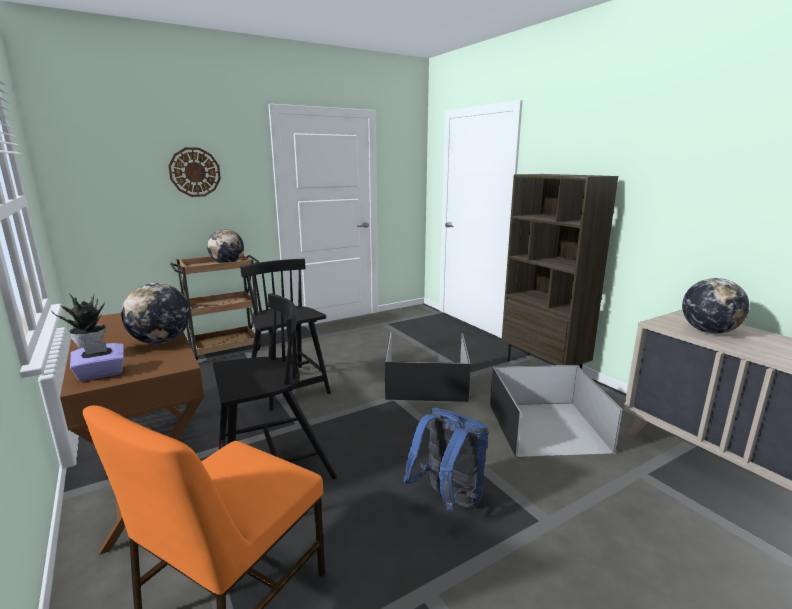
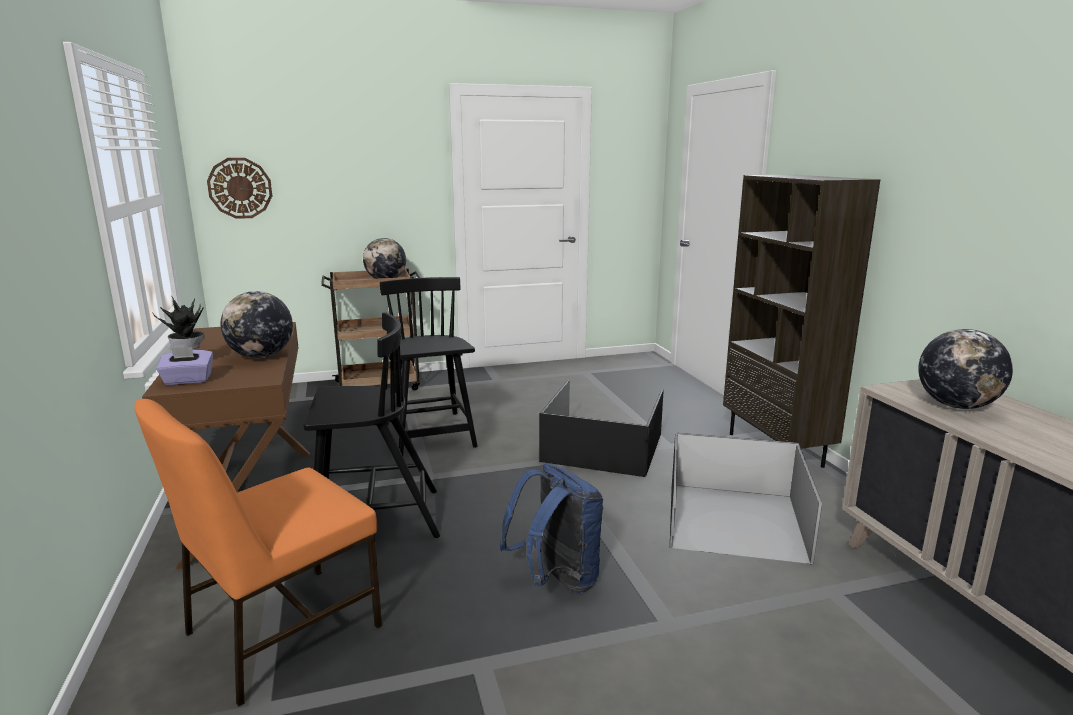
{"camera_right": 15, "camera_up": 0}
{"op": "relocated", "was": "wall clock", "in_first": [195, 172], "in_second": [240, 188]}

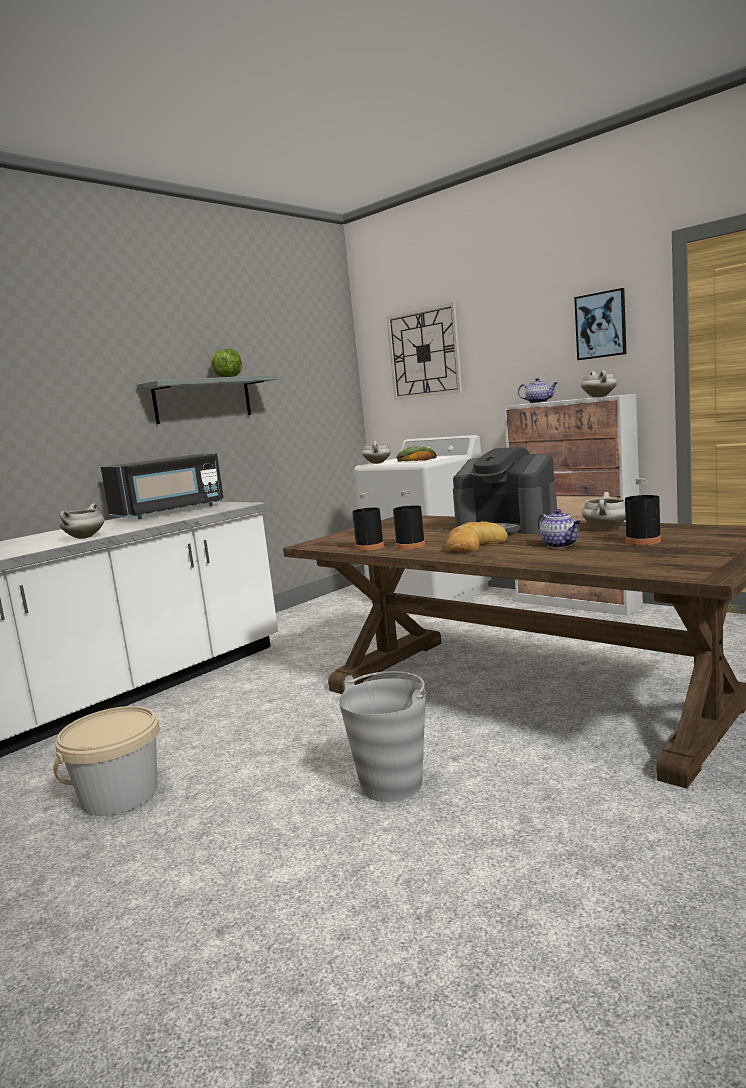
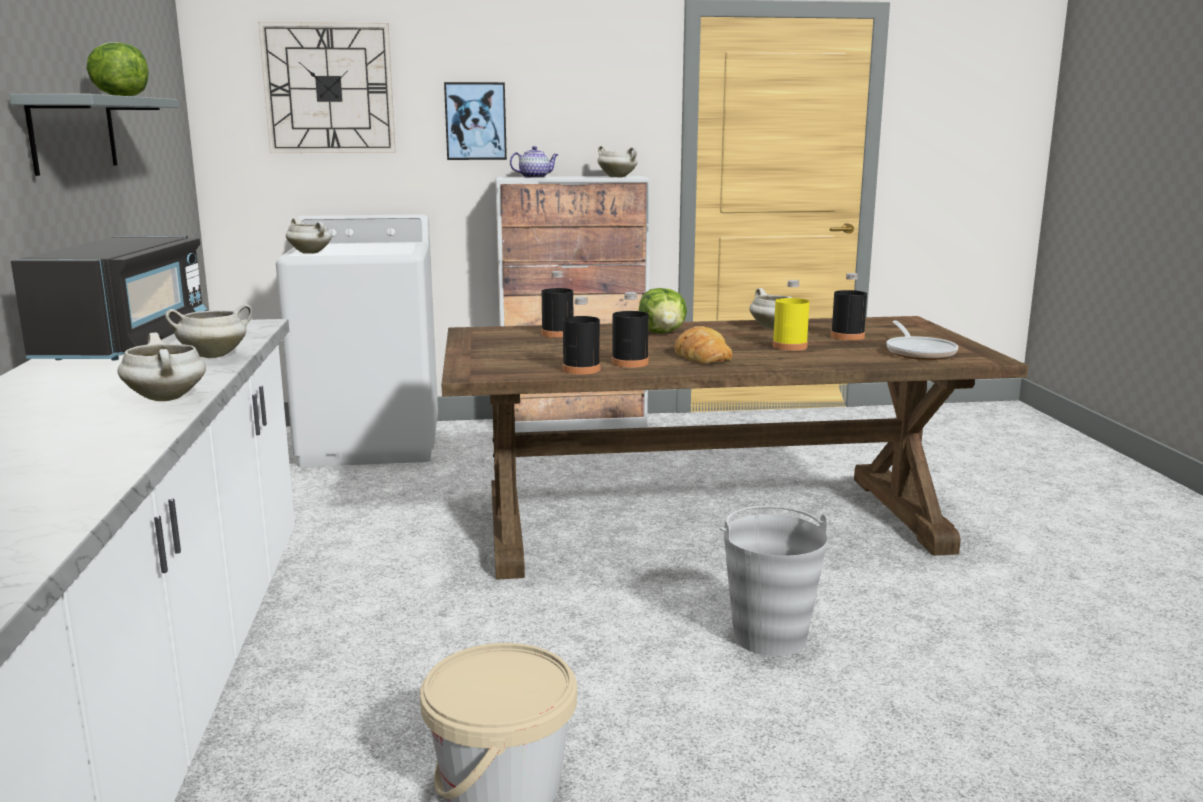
{"camera_right": -50, "camera_up": 5}
{"op": "missing", "was": "bread", "in_first": [416, 460]}
{"op": "exchanged", "was": "coffee machine", "now": "lettuce", "in_first": [507, 527], "in_second": [663, 333]}
{"op": "exchanged", "was": "teapot", "now": "yellow bottle", "in_first": [561, 545], "in_second": [789, 346]}
{"op": "relocated", "was": "picture", "in_first": [601, 325], "in_second": [475, 121]}
{"op": "appeared", "now": "white cooking pot", "in_second": [214, 355]}
{"op": "appeared", "now": "black bottle", "in_second": [557, 334]}
{"op": "appeared", "now": "frying pan", "in_second": [919, 352]}

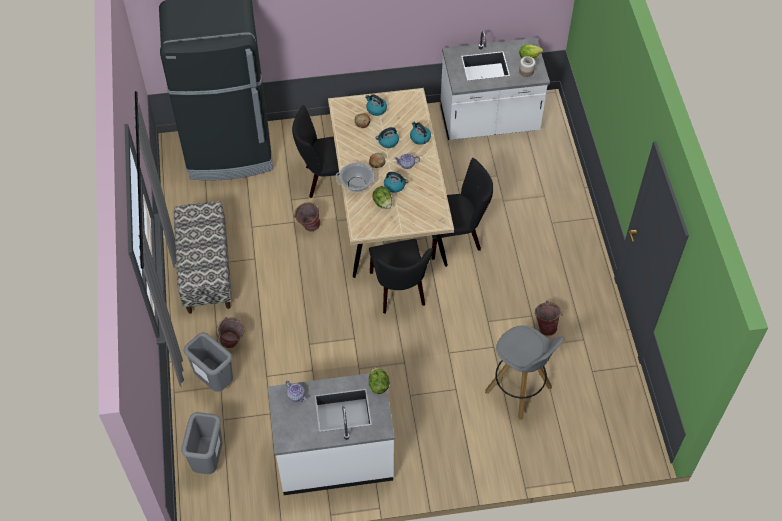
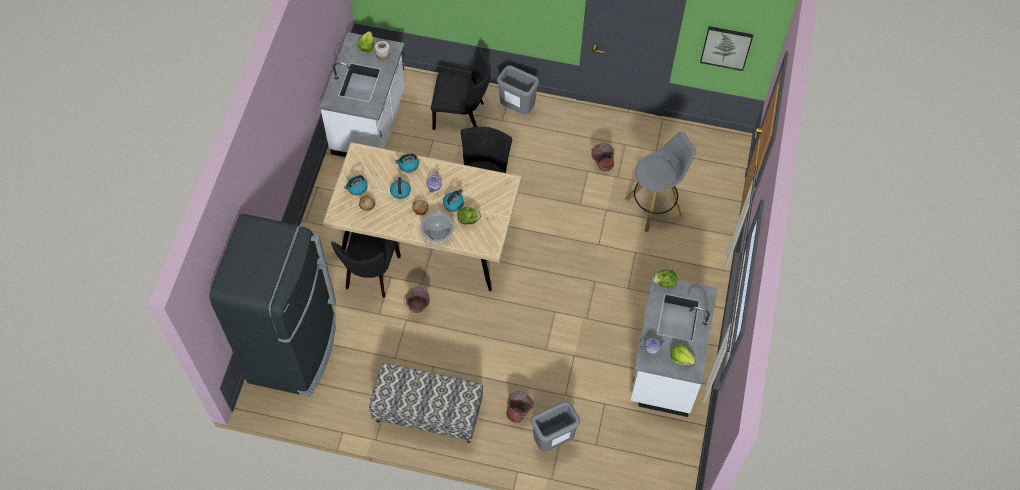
{"camera_right": -70, "camera_up": 5}
{"op": "relocated", "was": "grey trash can", "in_first": [208, 460], "in_second": [516, 109]}
{"op": "relocated", "was": "black chair", "in_first": [399, 291], "in_second": [462, 115]}
{"op": "appeared", "now": "lettuce", "in_second": [681, 358]}
{"op": "appeared", "now": "picture", "in_second": [726, 47]}

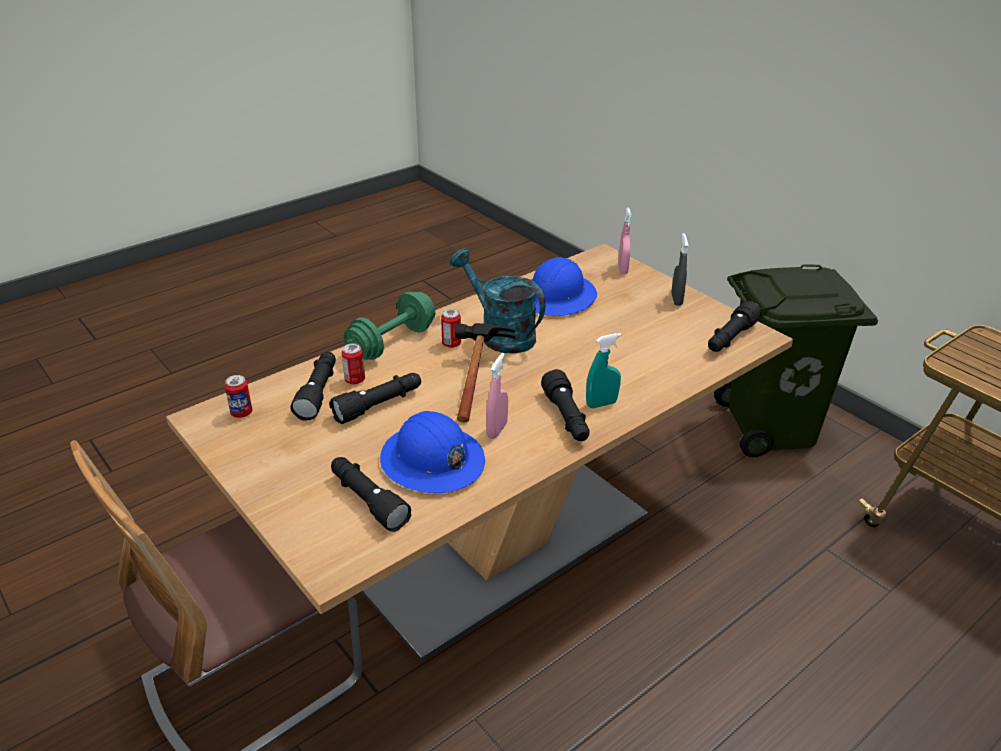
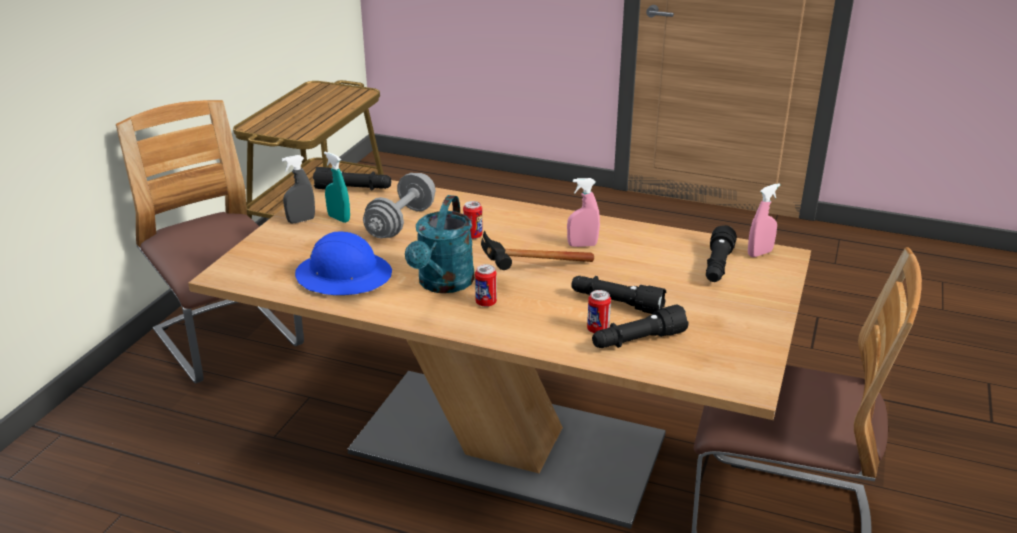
{"camera_right": -120, "camera_up": -5}
{"op": "relocated", "was": "can", "in_first": [241, 413], "in_second": [473, 236]}
{"op": "missing", "was": "green dumbbell", "in_first": [392, 343]}
{"op": "missing", "was": "blue hard hat", "in_first": [432, 461]}
{"op": "missing", "was": "black flashlight", "in_first": [566, 418]}
{"op": "relocated", "was": "turquoise spray bottle", "in_first": [601, 404], "in_second": [339, 218]}
{"op": "relocated", "was": "pink spray bottle", "in_first": [622, 269], "in_second": [760, 253]}
{"op": "exchanged", "was": "green trash can", "now": "chair", "in_first": [771, 428], "in_second": [228, 341]}
{"op": "appeared", "now": "grey dumbbell", "in_second": [401, 222]}

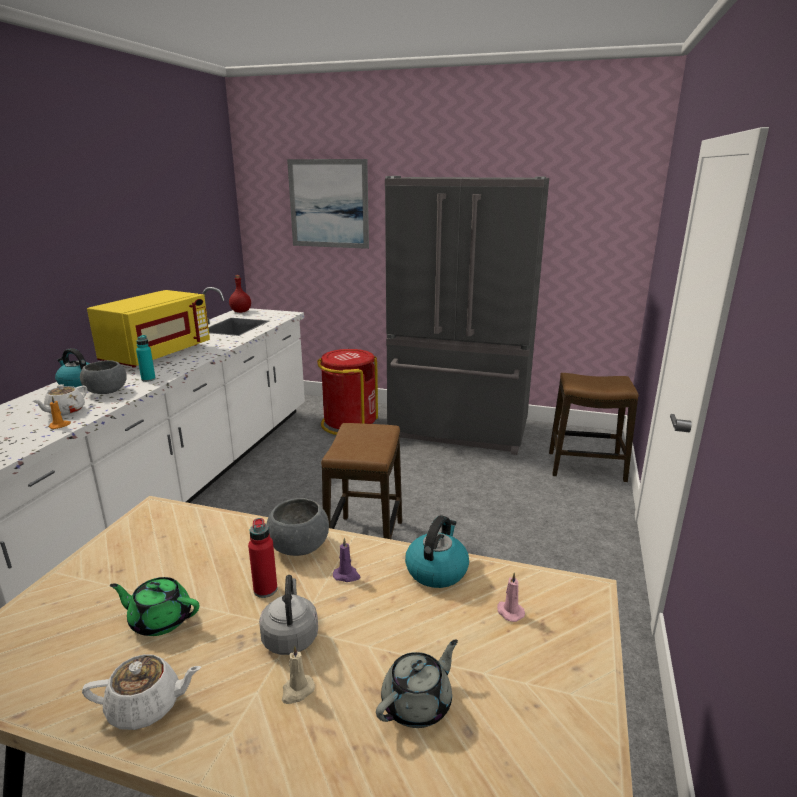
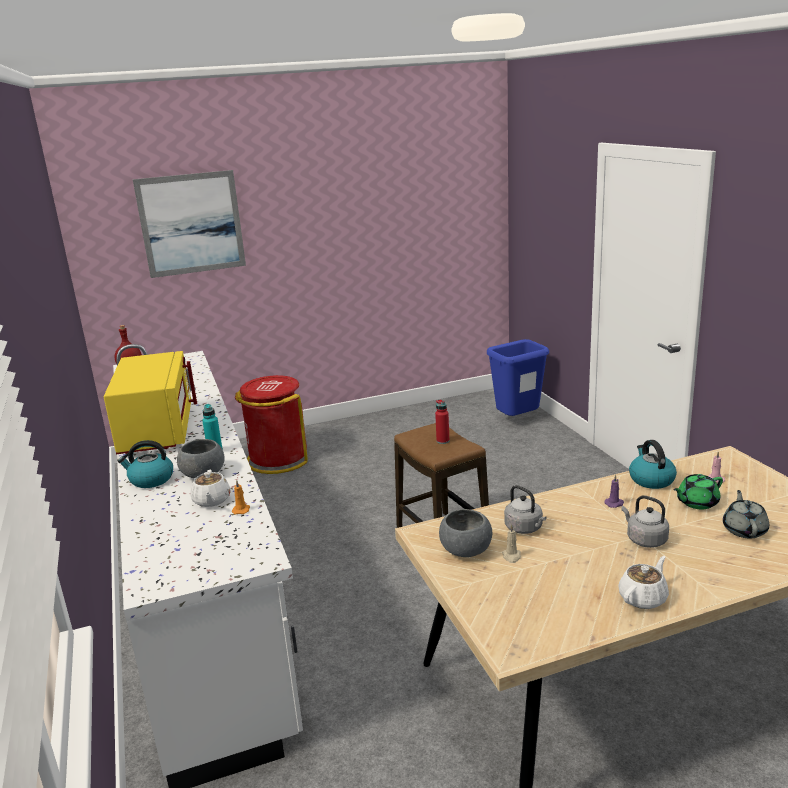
{"camera_right": -35, "camera_up": 0}
{"op": "relocated", "was": "green teapot", "in_first": [160, 620], "in_second": [696, 503]}
{"op": "relocated", "was": "red bottle", "in_first": [265, 590], "in_second": [443, 441]}
{"op": "relocated", "was": "grey bowl", "in_first": [299, 546], "in_second": [465, 550]}
{"op": "relocated", "was": "beige candle", "in_first": [297, 691], "in_second": [511, 556]}
{"op": "missing", "was": "grey fridge", "in_first": [458, 431]}
{"op": "exchanged", "was": "stool", "now": "blue trash can", "in_first": [586, 467], "in_second": [518, 421]}
{"op": "appeared", "now": "grey kettle", "in_second": [525, 528]}

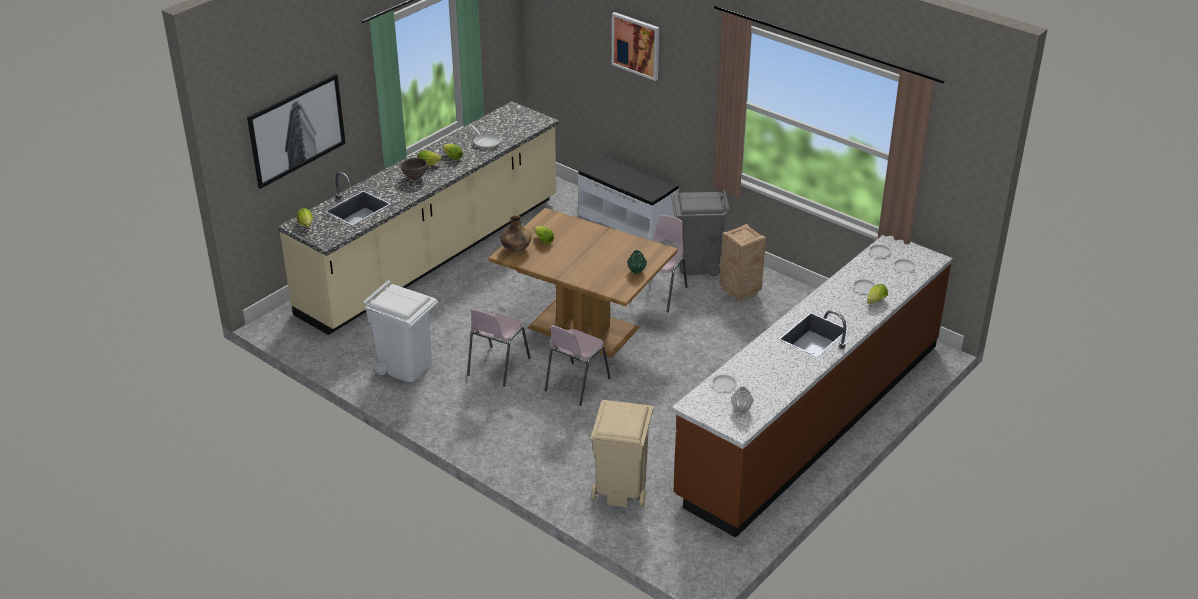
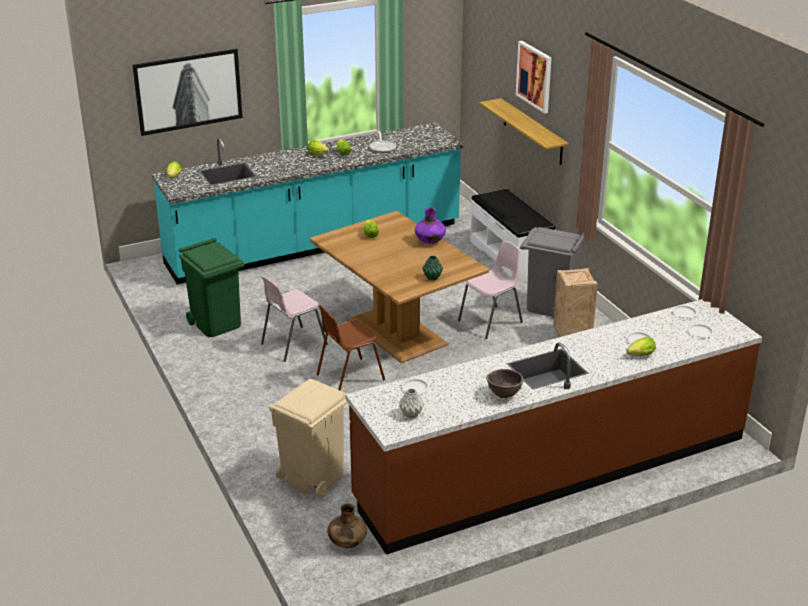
{"camera_right": 25, "camera_up": -5}
{"op": "colour", "was": "beige counter", "now": "turquoise counter", "in_first": [433, 256], "in_second": [315, 245]}
{"op": "colour", "was": "white trash can", "now": "green trash can", "in_first": [406, 366], "in_second": [217, 324]}
{"op": "relocated", "was": "brown bowl", "in_first": [415, 177], "in_second": [504, 395]}
{"op": "relocated", "was": "brown vase", "in_first": [516, 249], "in_second": [347, 543]}
{"op": "colour", "was": "pink chair", "now": "brown chair", "in_first": [576, 385], "in_second": [349, 377]}
{"op": "appeared", "now": "purple vase", "in_second": [430, 242]}
{"op": "appeared", "now": "shelf", "in_second": [532, 131]}

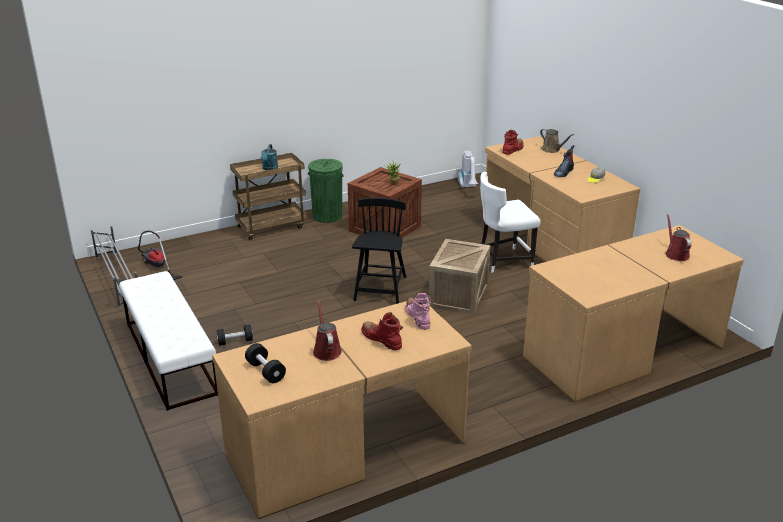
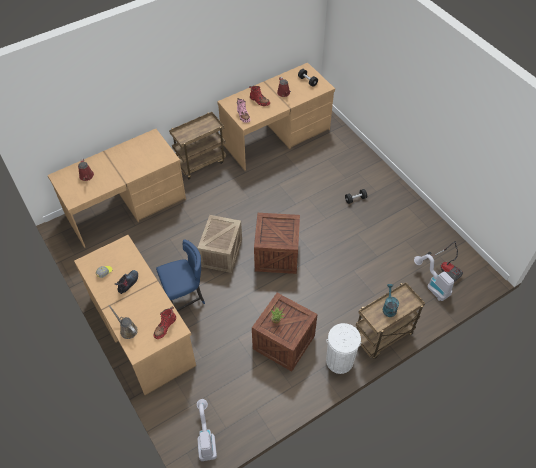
{"camera_right": 175, "camera_up": 25}
{"op": "missing", "was": "grey shoe rack", "in_first": [118, 279]}
{"op": "missing", "was": "white bench", "in_first": [170, 357]}
{"op": "colour", "was": "green trash can", "now": "white trash can", "in_first": [327, 216], "in_second": [339, 361]}
{"op": "exchanged", "was": "black chair", "now": "crate", "in_first": [380, 289], "in_second": [276, 255]}
{"op": "colour", "was": "white chair", "now": "blue chair", "in_first": [503, 261], "in_second": [185, 298]}
{"op": "appeared", "now": "brown cart", "in_second": [201, 163]}
{"op": "appeared", "now": "vacuum cleaner", "in_second": [432, 285]}

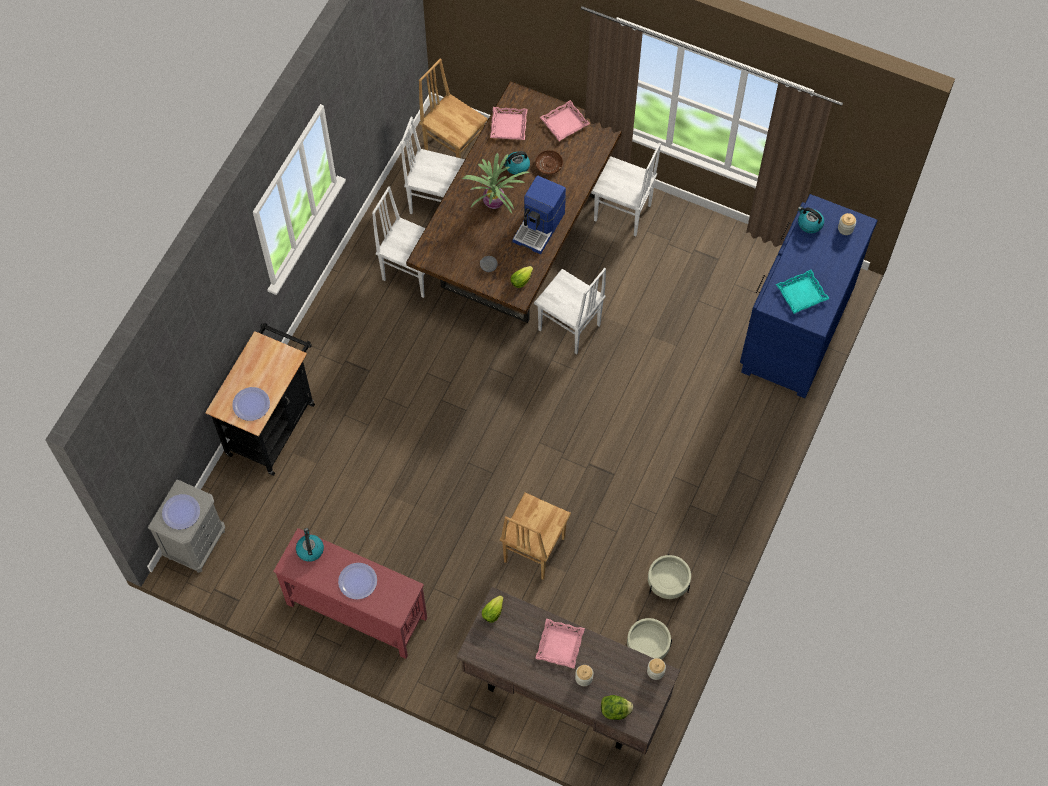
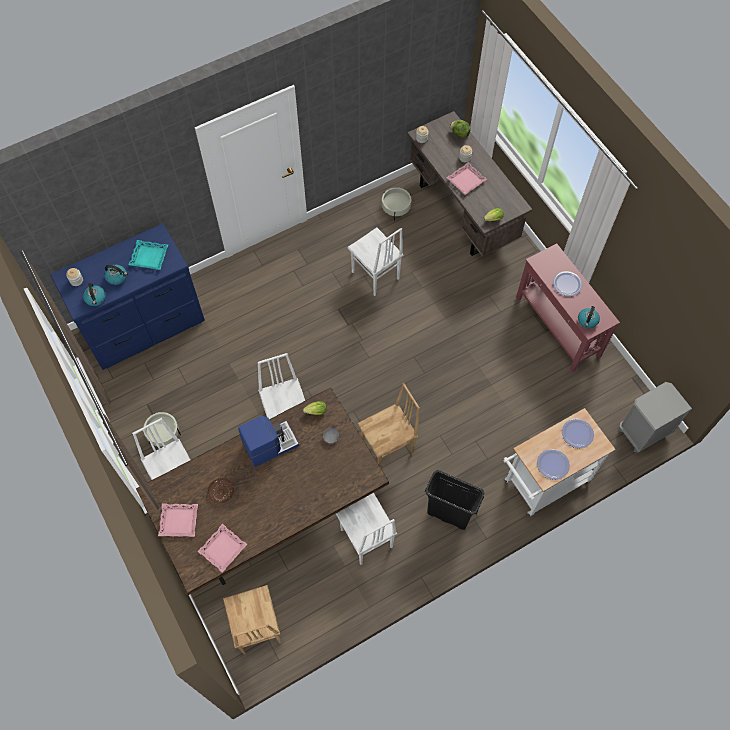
{"camera_right": -145, "camera_up": 0}
{"op": "relocated", "was": "plate", "in_first": [181, 512], "in_second": [553, 464]}
{"op": "colour", "was": "black cart", "now": "white cart", "in_first": [273, 424], "in_second": [542, 484]}
{"op": "relocated", "was": "white chair", "in_first": [437, 202], "in_second": [375, 276]}
{"op": "missing", "was": "potted plant", "in_first": [495, 202]}
{"op": "relocated", "was": "brown chair", "in_first": [533, 550], "in_second": [388, 448]}
{"op": "relocated", "was": "kettle", "in_first": [517, 167], "in_second": [117, 277]}
{"op": "relocated", "was": "beige planter", "in_first": [668, 582], "in_second": [163, 433]}
{"op": "appeared", "now": "black trash can", "in_second": [448, 514]}

